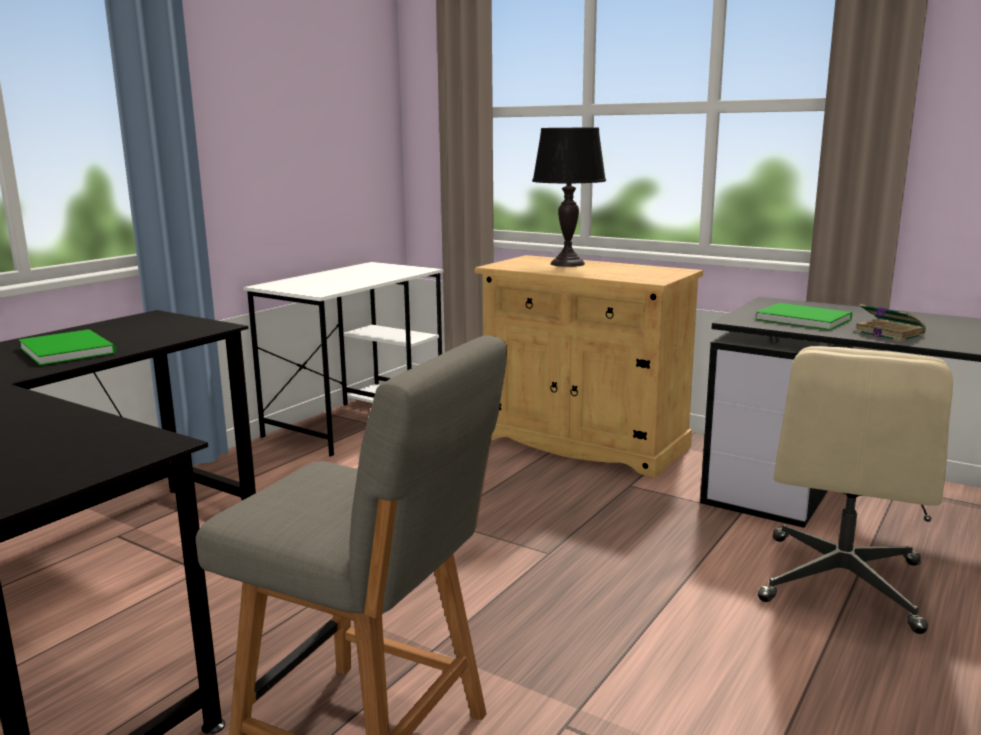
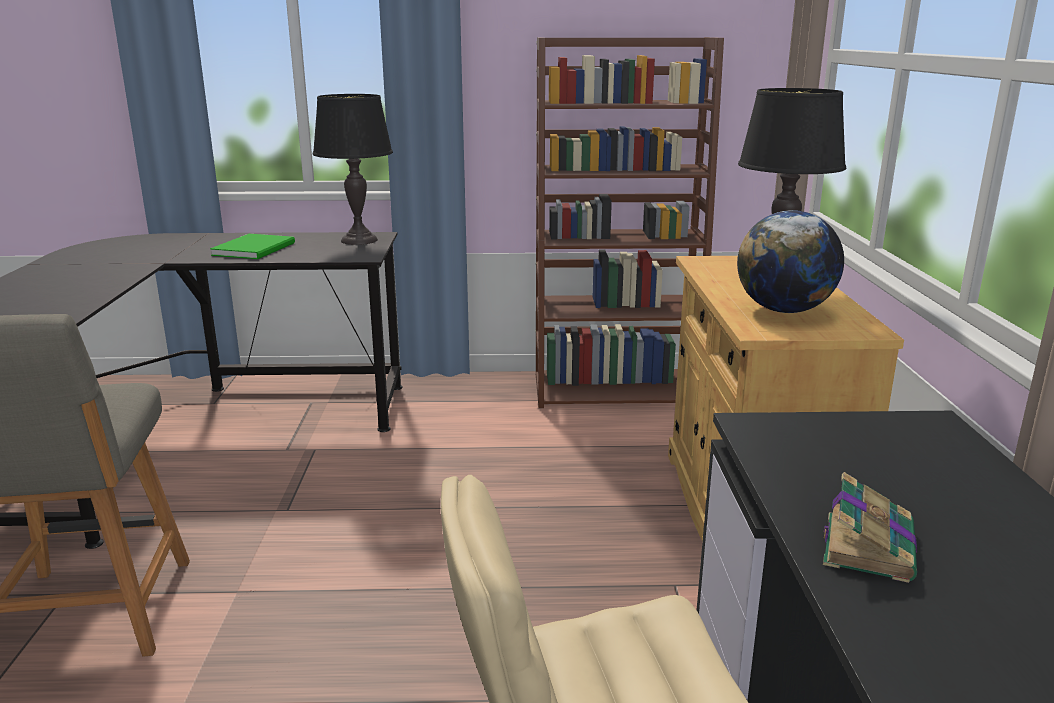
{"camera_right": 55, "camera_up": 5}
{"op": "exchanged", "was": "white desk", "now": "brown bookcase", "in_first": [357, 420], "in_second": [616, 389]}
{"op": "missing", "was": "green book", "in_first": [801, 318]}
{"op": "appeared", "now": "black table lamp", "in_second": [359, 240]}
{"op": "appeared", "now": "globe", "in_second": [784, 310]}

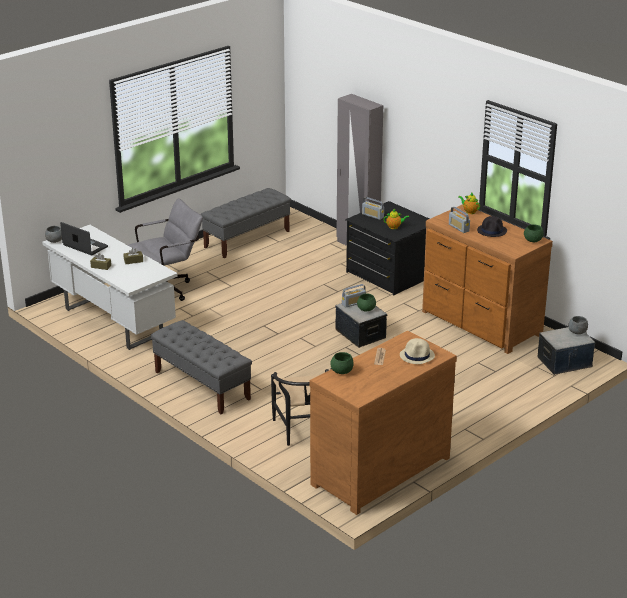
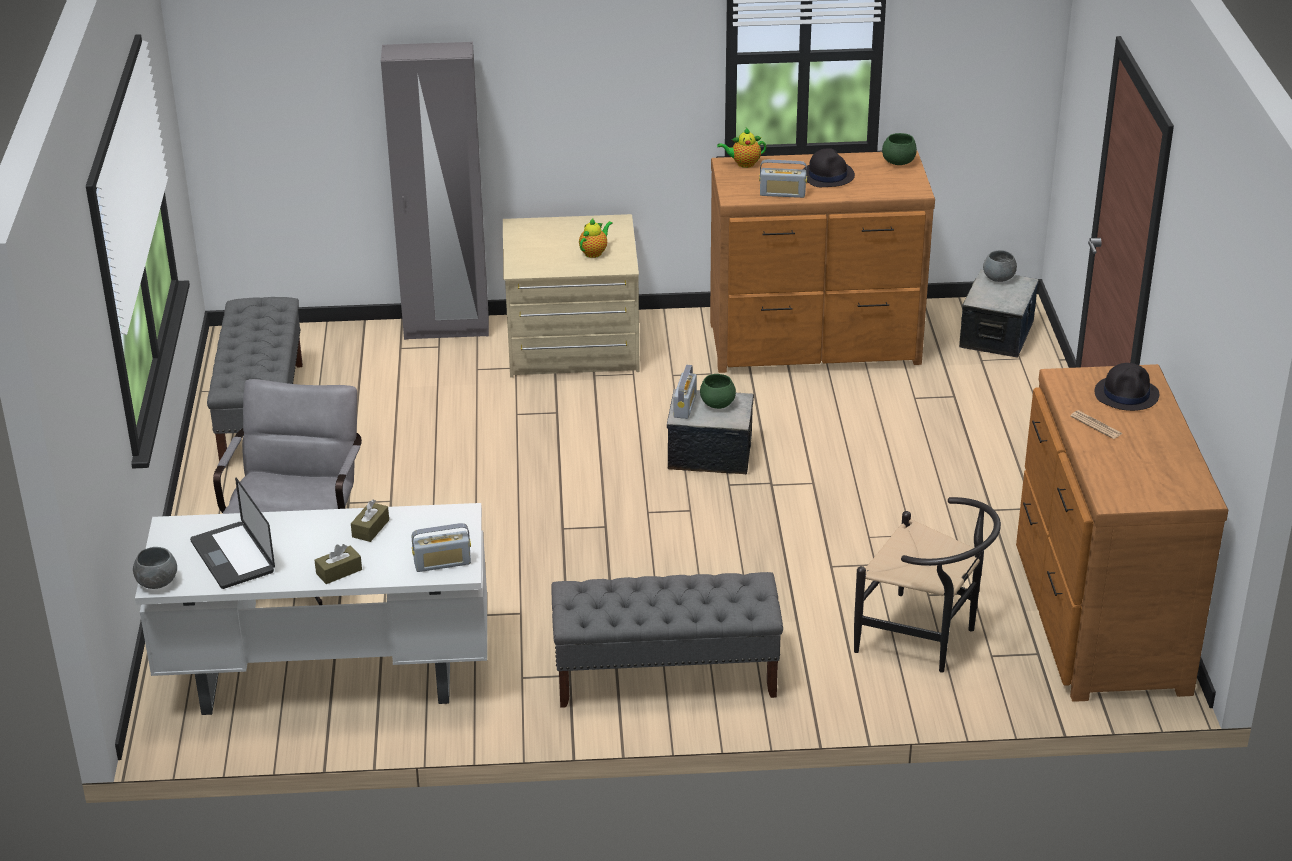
{"camera_right": -50, "camera_up": 5}
{"op": "spun", "was": "laptop", "in_first": [85, 246], "in_second": [233, 557], "clockwise": -105}
{"op": "missing", "was": "green bowl", "in_first": [342, 371]}
{"op": "colour", "was": "black dresser", "now": "beige dresser", "in_first": [389, 274], "in_second": [572, 345]}
{"op": "relocated", "was": "radio", "in_first": [373, 216], "in_second": [442, 563]}
{"op": "colour", "was": "beige hat", "now": "black hat", "in_first": [417, 356], "in_second": [1127, 394]}

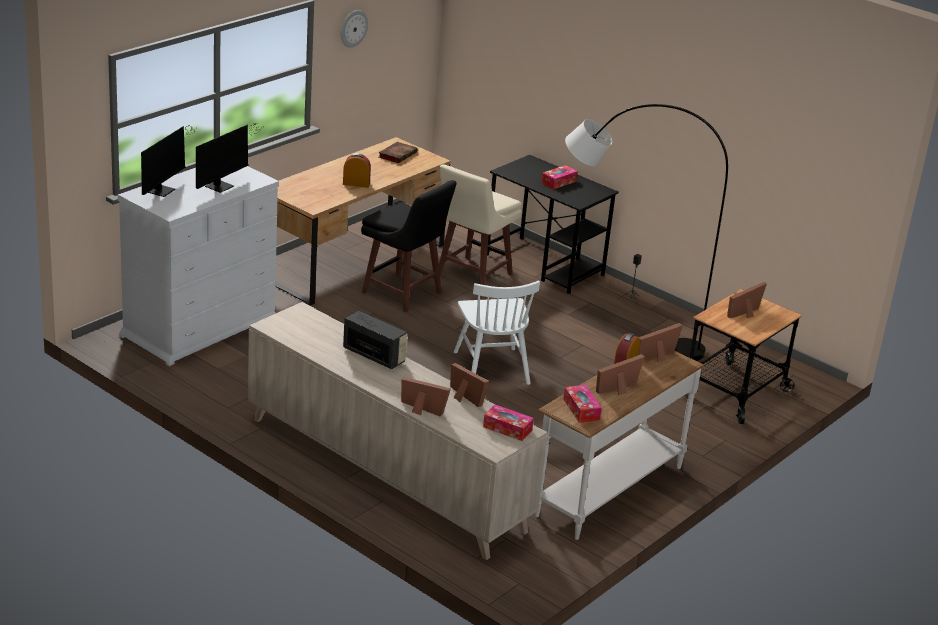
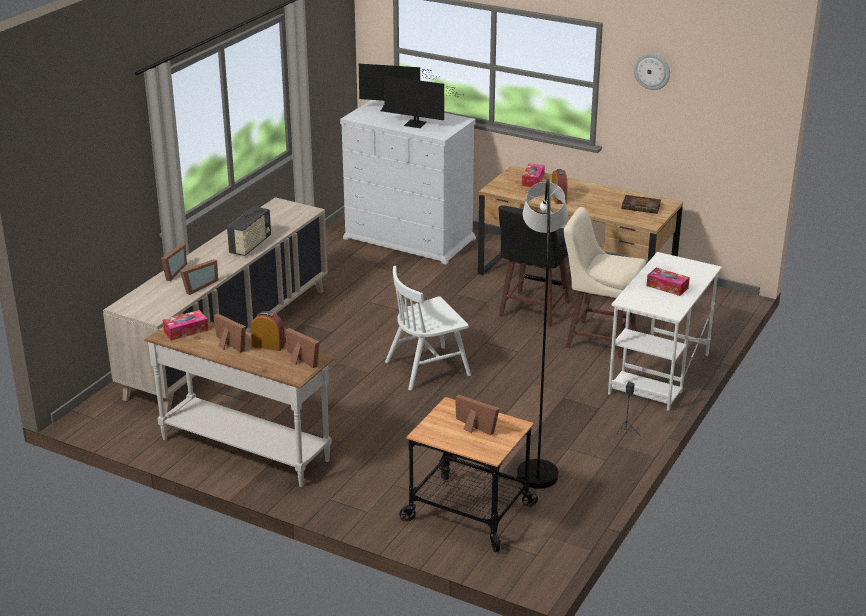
{"camera_right": 80, "camera_up": 0}
{"op": "relocated", "was": "tissue box", "in_first": [507, 428], "in_second": [533, 180]}
{"op": "colour", "was": "black desk", "now": "white desk", "in_first": [545, 265], "in_second": [659, 374]}

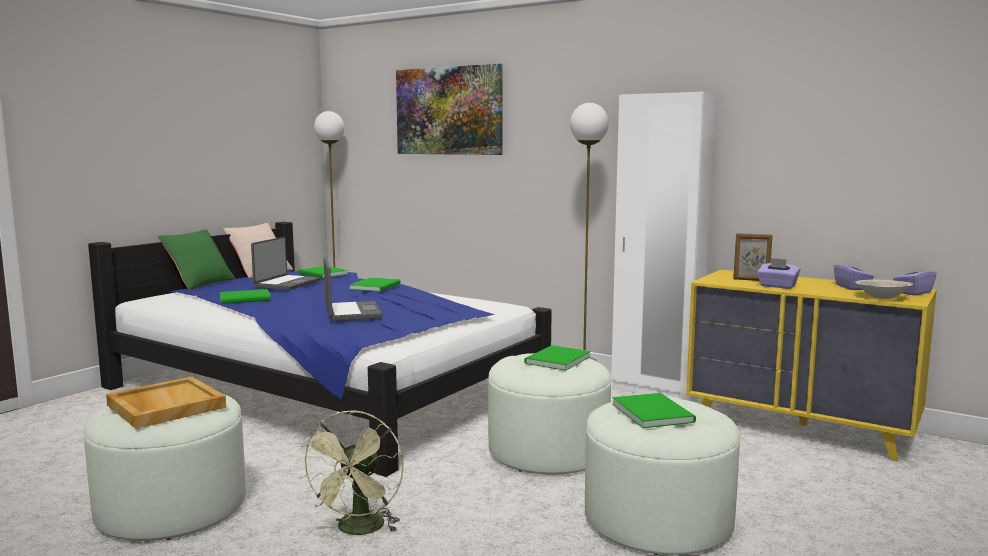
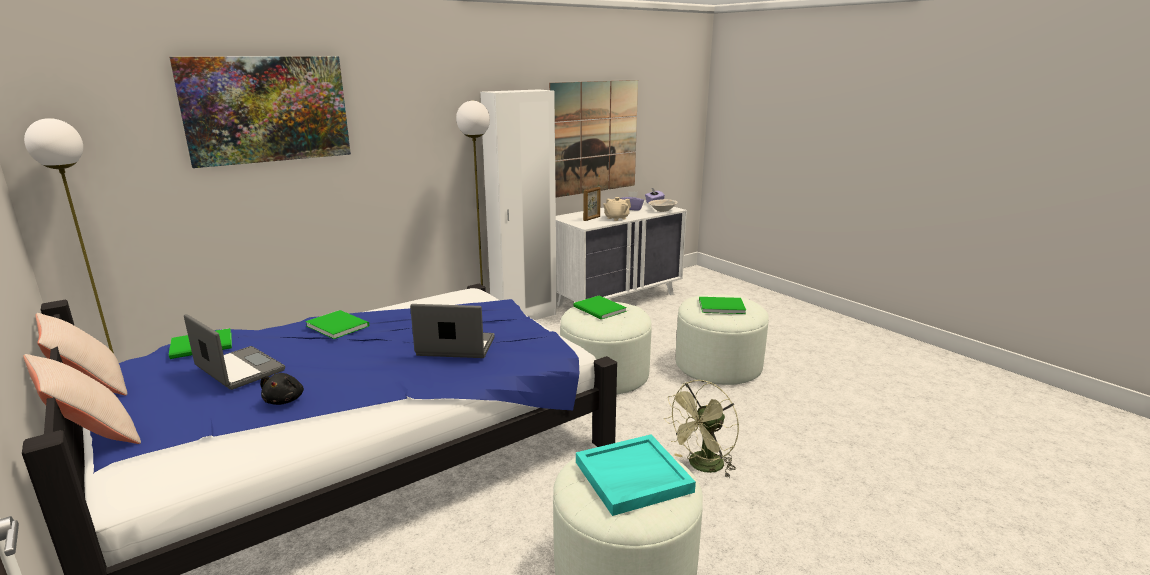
{"camera_right": -70, "camera_up": 10}
{"op": "colour", "was": "beige tray", "now": "turquoise tray", "in_first": [165, 406], "in_second": [632, 477]}
{"op": "colour", "was": "green pillow", "now": "beige pillow", "in_first": [199, 283], "in_second": [93, 435]}
{"op": "exchanged", "was": "green book", "now": "black plush toy", "in_first": [247, 298], "in_second": [285, 400]}
{"op": "spun", "was": "green fan", "in_first": [358, 530], "in_second": [702, 467], "clockwise": 105}
{"op": "colour", "was": "yellow dresser", "now": "white dresser", "in_first": [801, 427], "in_second": [617, 299]}
{"op": "exchanged", "was": "purple tissue box", "now": "beige teapot", "in_first": [777, 286], "in_second": [616, 218]}
{"op": "appeared", "now": "picture", "in_second": [594, 137]}

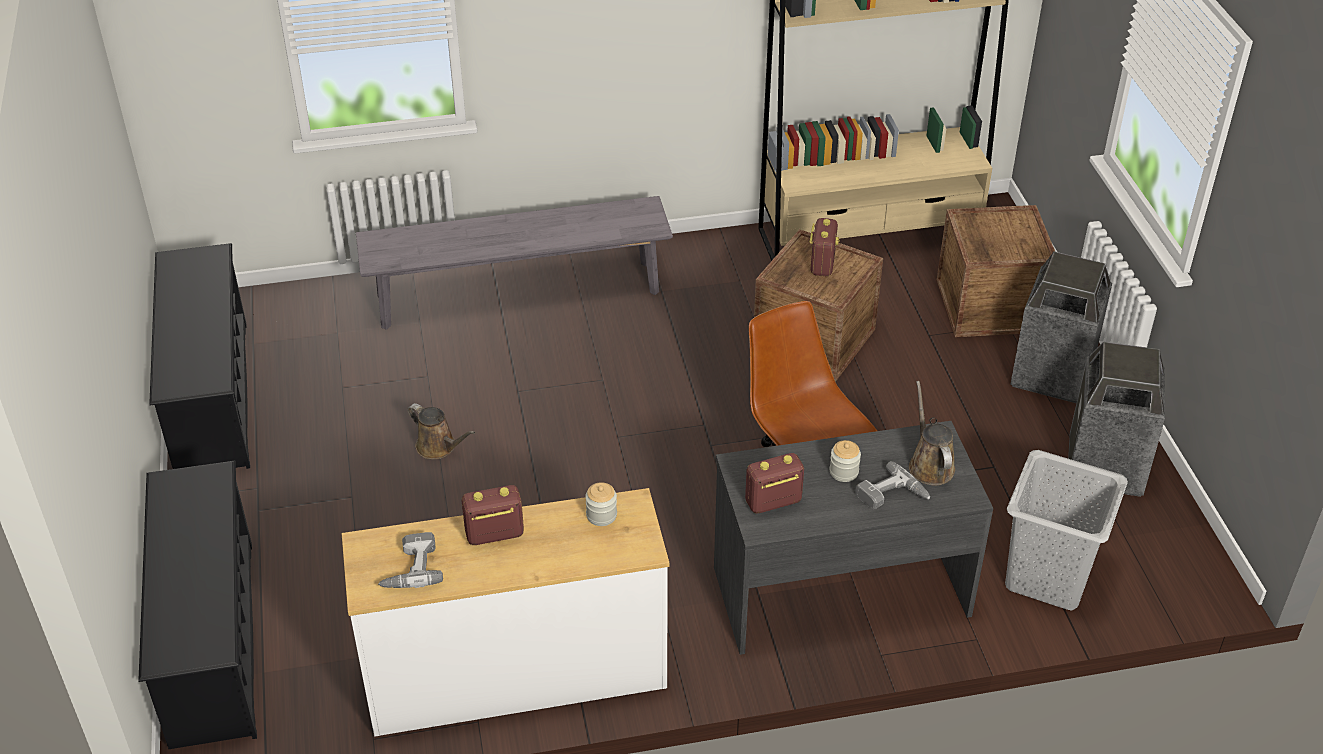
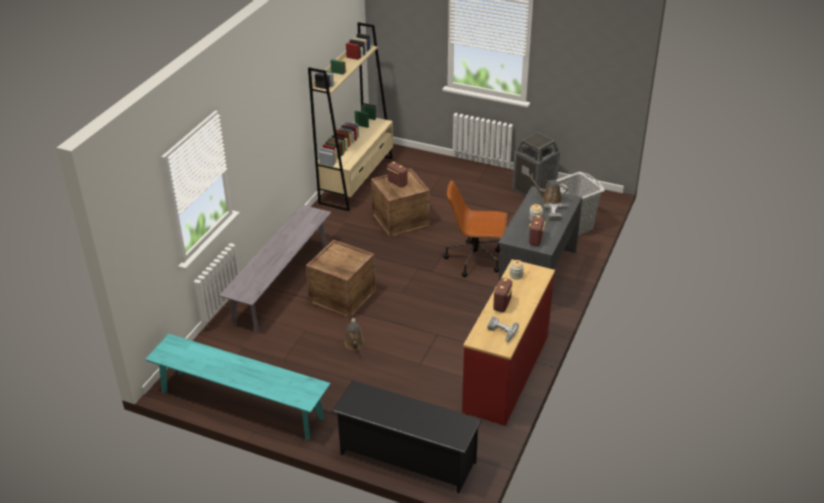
{"camera_right": -55, "camera_up": -5}
{"op": "exchanged", "was": "black shoe rack", "now": "turquoise bench", "in_first": [212, 397], "in_second": [241, 404]}
{"op": "colour", "was": "white dresser", "now": "red dresser", "in_first": [516, 676], "in_second": [507, 373]}
{"op": "spun", "was": "brown watering can", "in_first": [439, 447], "in_second": [355, 344], "clockwise": 105}
{"op": "relocated", "was": "crate", "in_first": [989, 305], "in_second": [342, 297]}
{"op": "missing", "was": "trash can", "in_first": [1052, 374]}

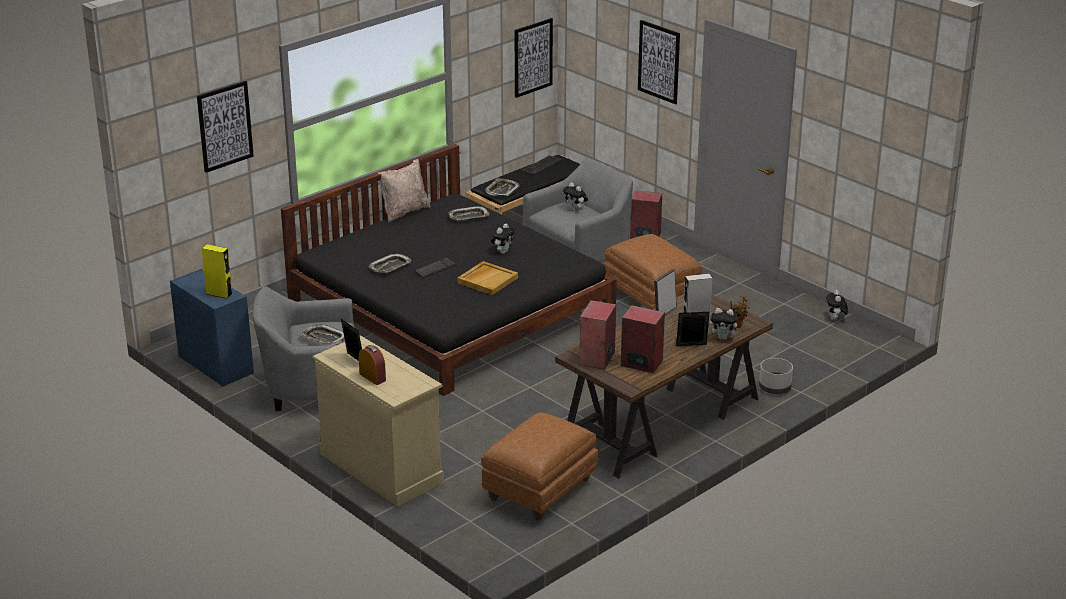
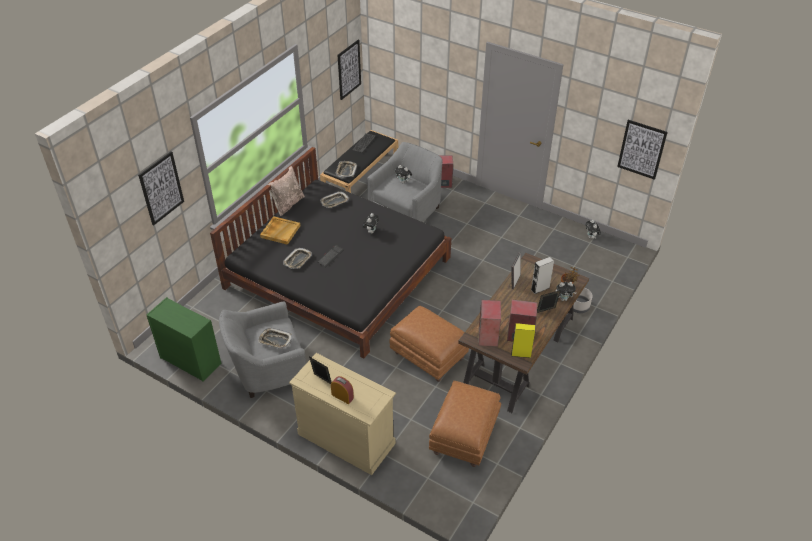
{"camera_right": -15, "camera_up": 15}
{"op": "colour", "was": "blue dresser", "now": "green dresser", "in_first": [215, 364], "in_second": [190, 360]}
{"op": "relocated", "was": "yellow speaker", "in_first": [219, 294], "in_second": [521, 354]}
{"op": "relocated", "was": "beige tray", "in_first": [487, 280], "in_second": [280, 231]}
{"op": "relocated", "was": "brown ottoman", "in_first": [652, 297], "in_second": [429, 356]}
{"op": "relocated", "was": "picture", "in_first": [659, 61], "in_second": [641, 149]}

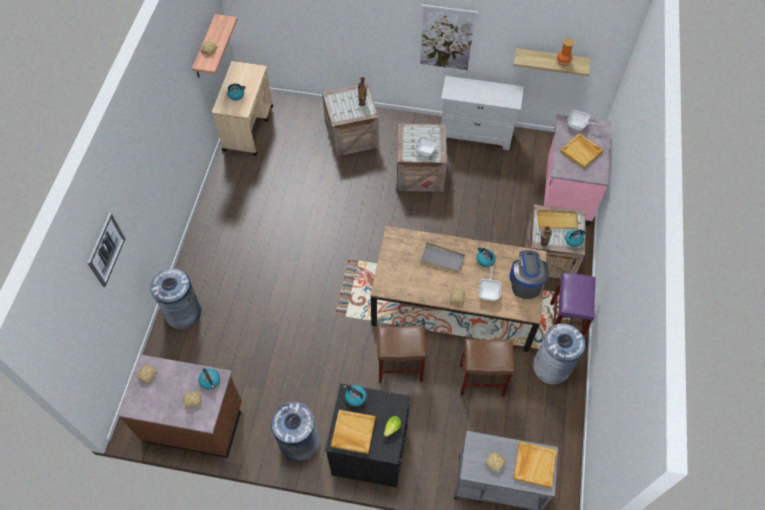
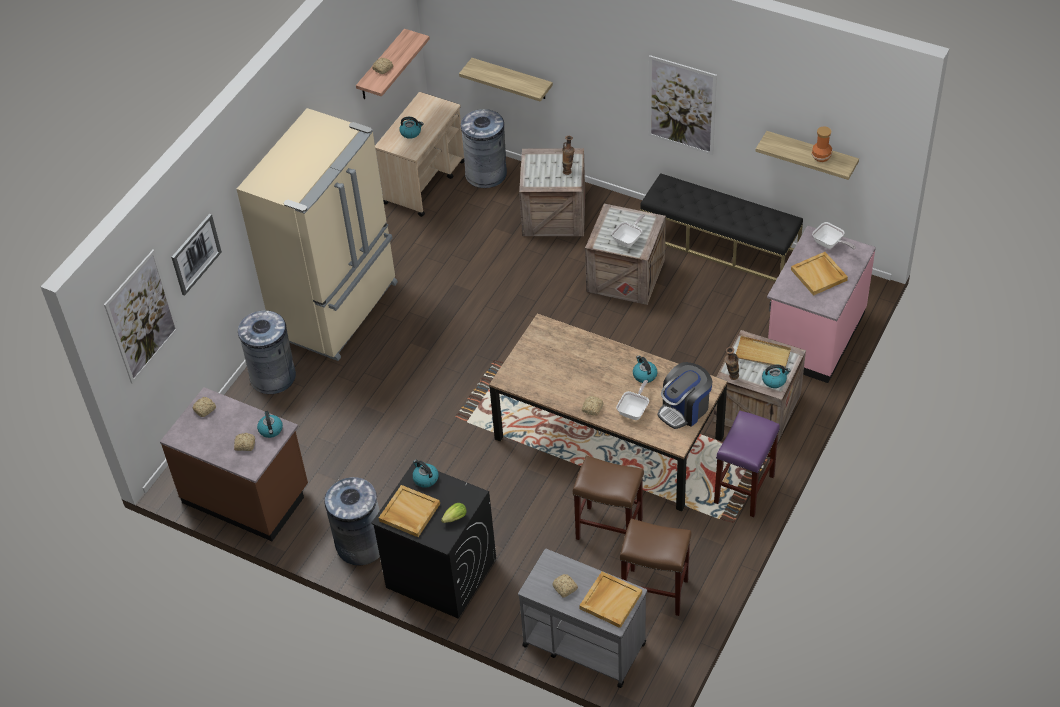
{"camera_right": 20, "camera_up": -10}
{"op": "relocated", "was": "brown stool", "in_first": [399, 367], "in_second": [654, 591]}
{"op": "missing", "was": "grey tray", "in_first": [442, 259]}
{"op": "exchanged", "was": "white dresser", "now": "black bench", "in_first": [476, 134], "in_second": [719, 244]}
{"op": "spun", "was": "coffee machine", "in_first": [525, 282], "in_second": [684, 409], "clockwise": -150}
{"op": "relocated", "was": "grey trash can", "in_first": [552, 366], "in_second": [486, 174]}
{"op": "appeared", "now": "picture", "in_second": [141, 317]}
{"op": "appeared", "now": "beige fridge", "in_second": [338, 310]}
{"op": "appeared", "now": "shelf", "in_second": [512, 79]}

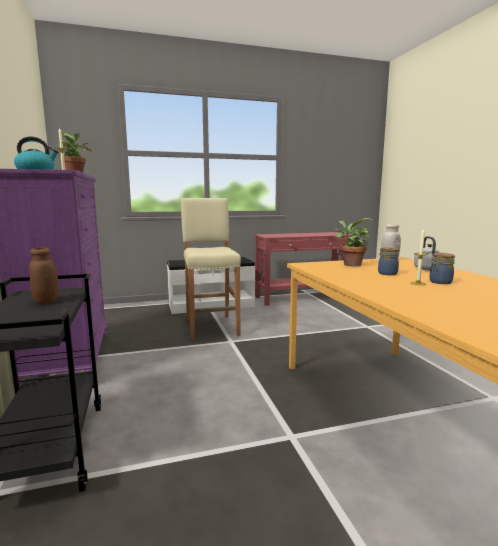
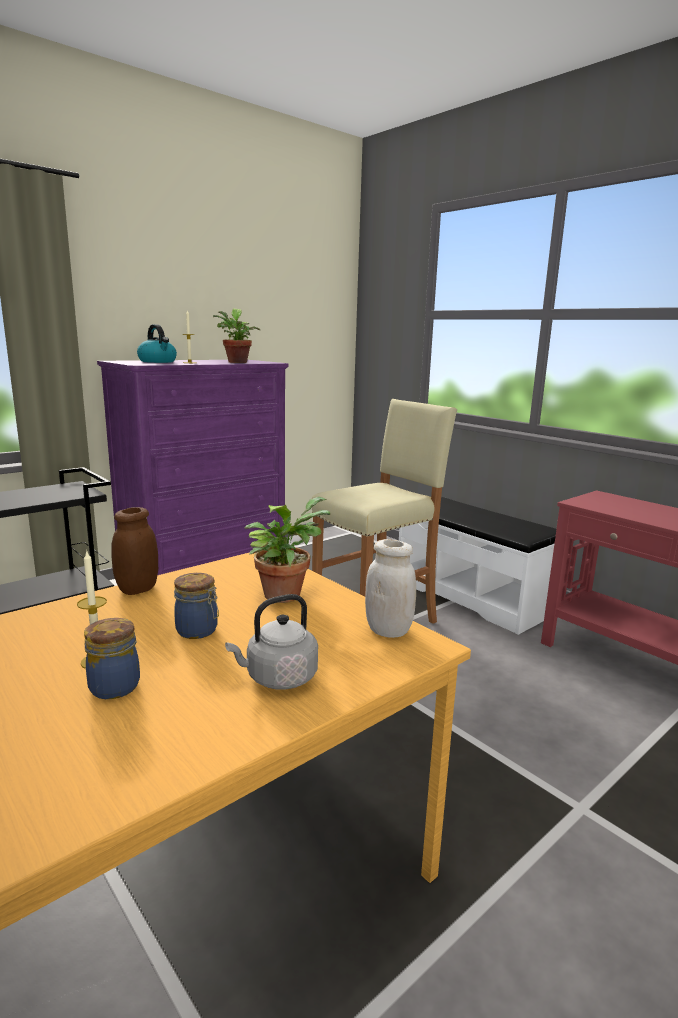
{"camera_right": 65, "camera_up": 5}
{"op": "relocated", "was": "brown jar", "in_first": [46, 301], "in_second": [138, 589]}

